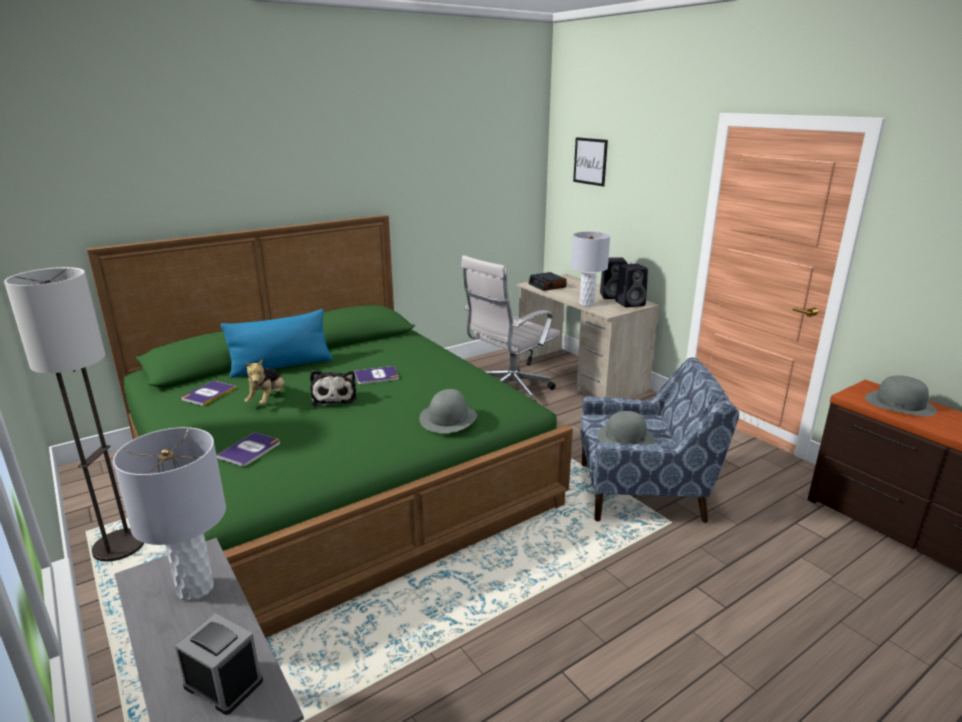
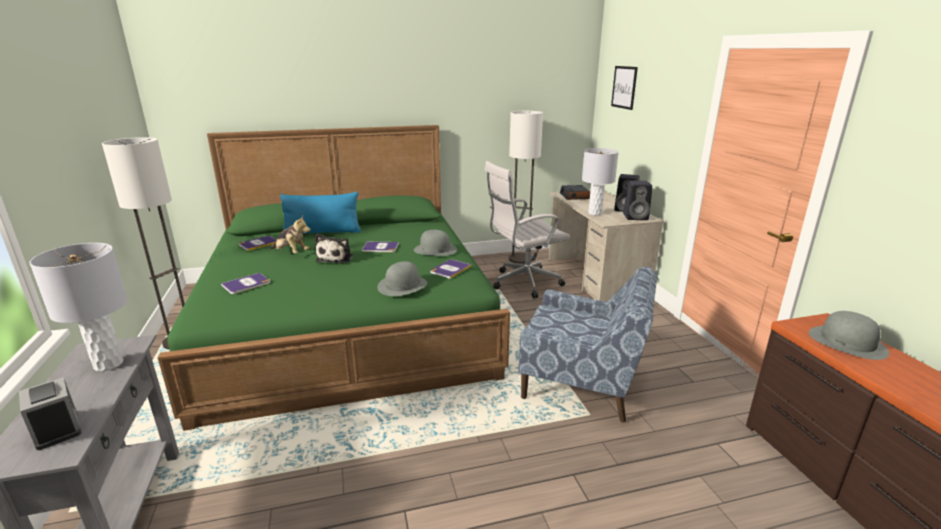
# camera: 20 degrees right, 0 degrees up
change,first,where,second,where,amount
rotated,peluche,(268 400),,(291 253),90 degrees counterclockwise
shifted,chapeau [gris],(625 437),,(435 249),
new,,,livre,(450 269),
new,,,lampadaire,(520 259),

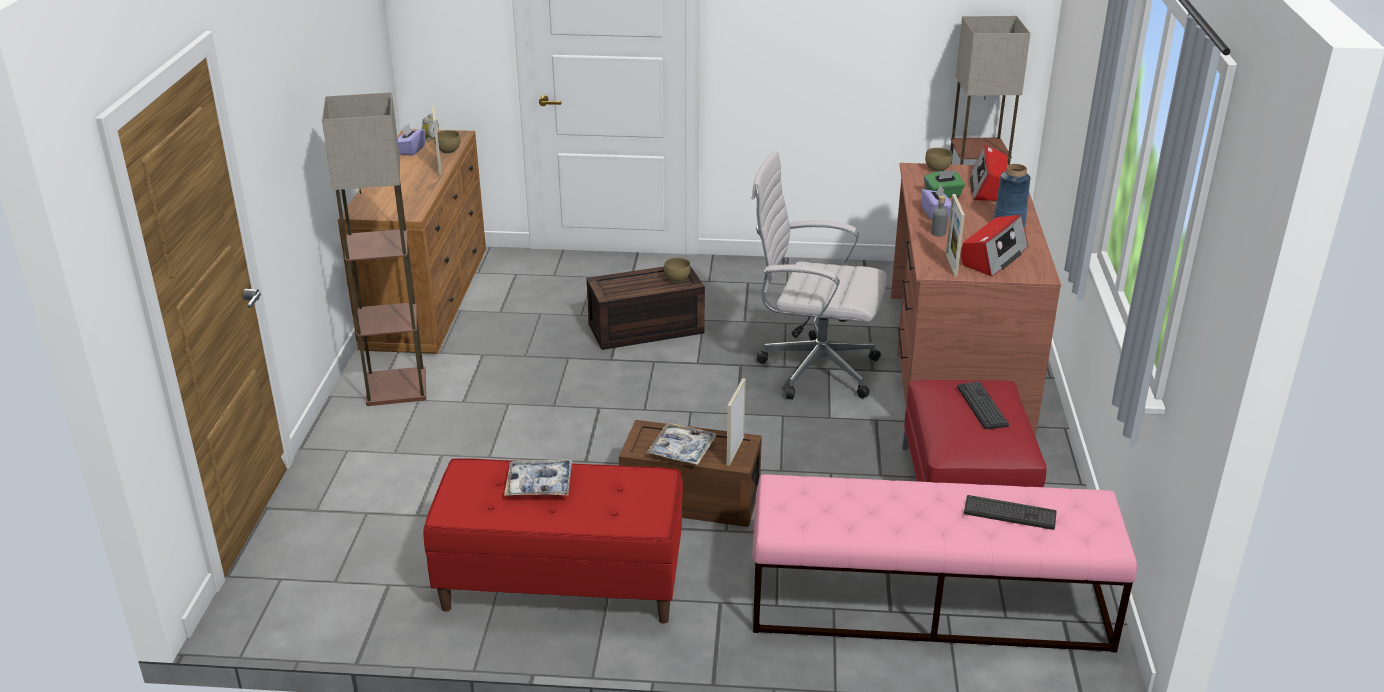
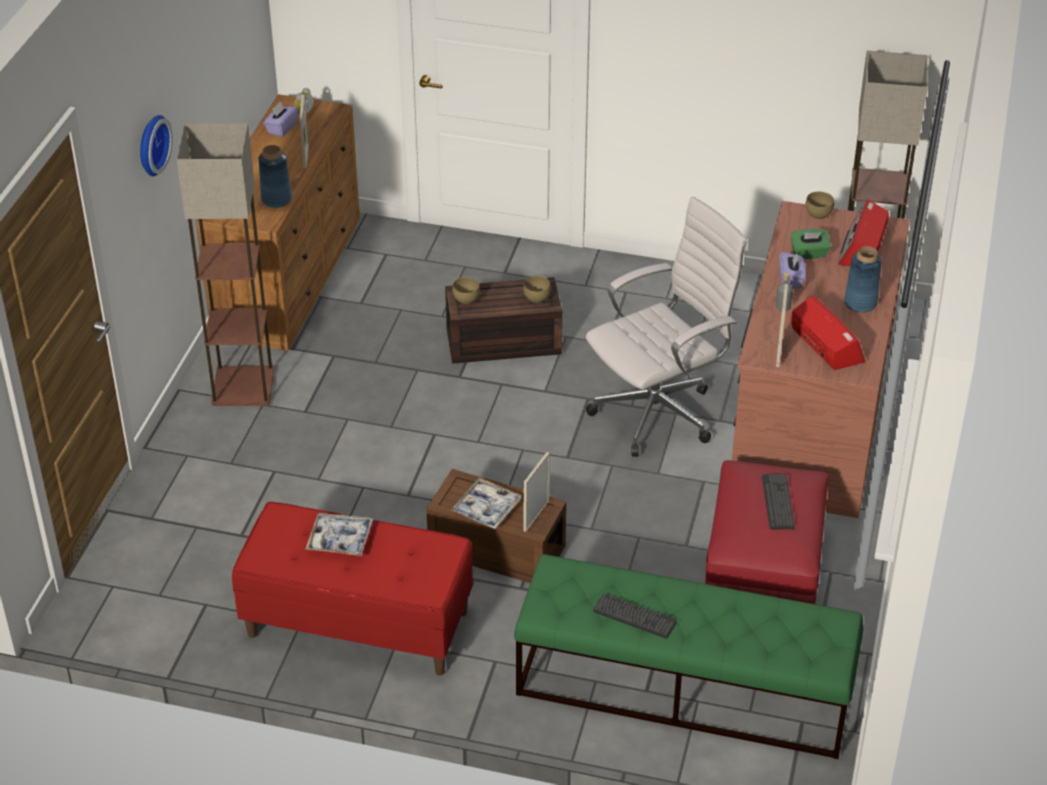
# camera: 10 degrees right, 10 degrees up
change,first,where,second,where,amount
shifted,bol [marron],(448 151),,(465 300),
rotated,chaise de bureau [blanc],(813 369),,(659 412),120 degrees clockwise
repainted,banc [rose],(927 604),banc [vert],(682 689),
rotated,radio,(993 256),,(826 345),75 degrees counterclockwise
shifted,clavier,(1009 513),,(634 616),
new,,,horloge murale,(150 144),
new,,,vase [bleu],(276 199),

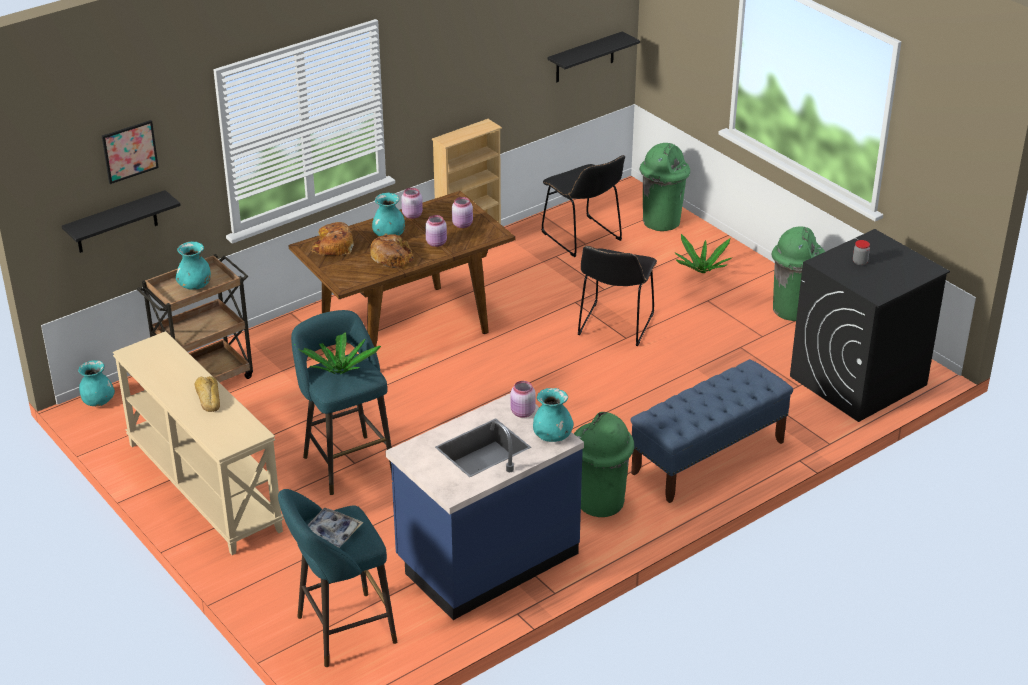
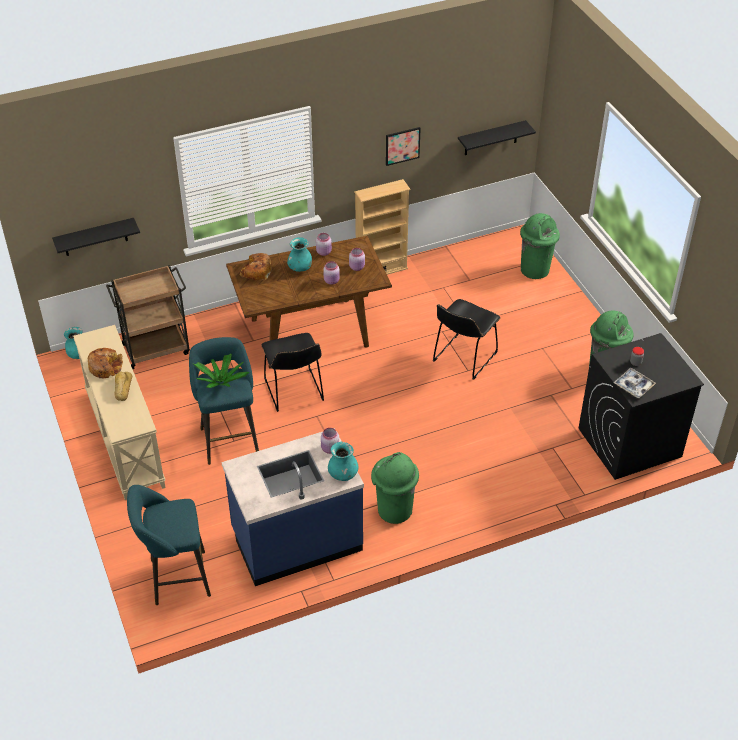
# camera: 15 degrees right, 10 degrees up
change,first,where,second,where,amount
shifted,tableau,(129 151),,(402 146),
gone,vase [turquoise],(195 286),,,
shifted,plateau,(331 532),,(633 386),
shifted,pain,(392 257),,(105 367),
shifted,chaise [noir],(584 238),,(294 392),
gone,banc [bleu],(708 458),,,
gone,plante en pot,(701 270),,,

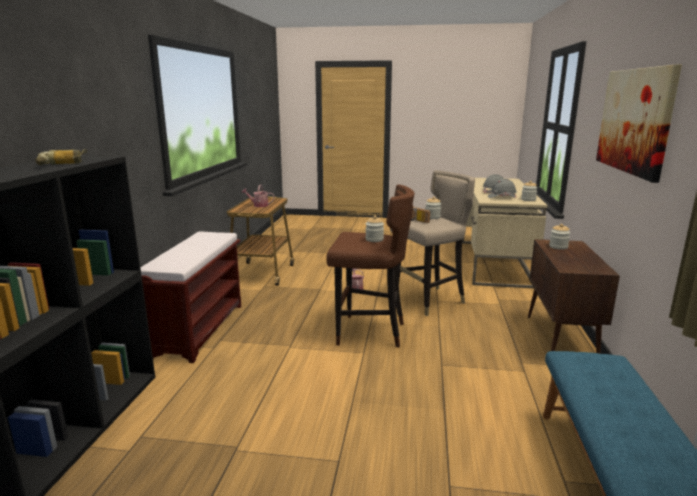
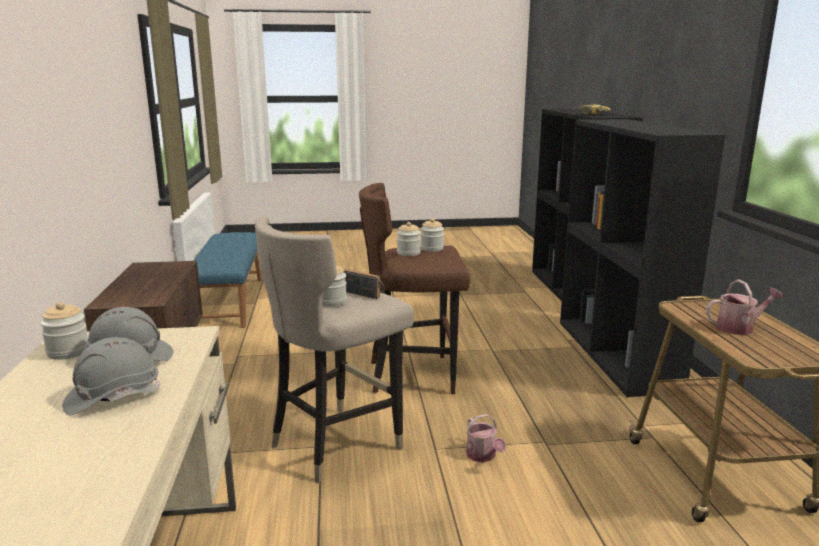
# camera: 165 degrees right, 0 degrees up
change,first,where,second,where,amount
swapped,banc [marron],(199 329),bibliothèque [noir],(617 354),
shifted,bocal,(558 247),,(432 248),
gone,tableau,(634 120),,,

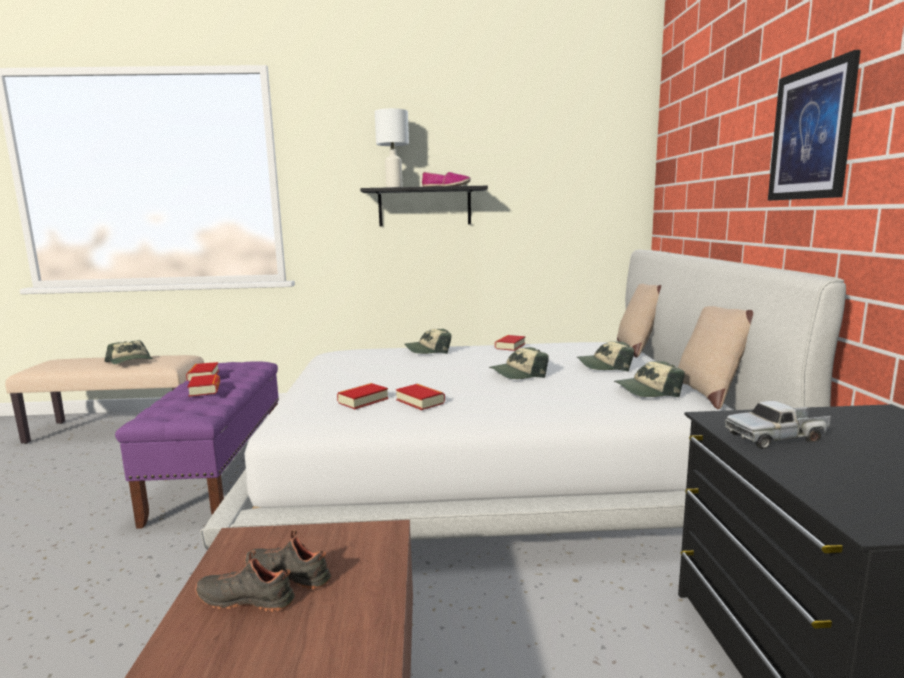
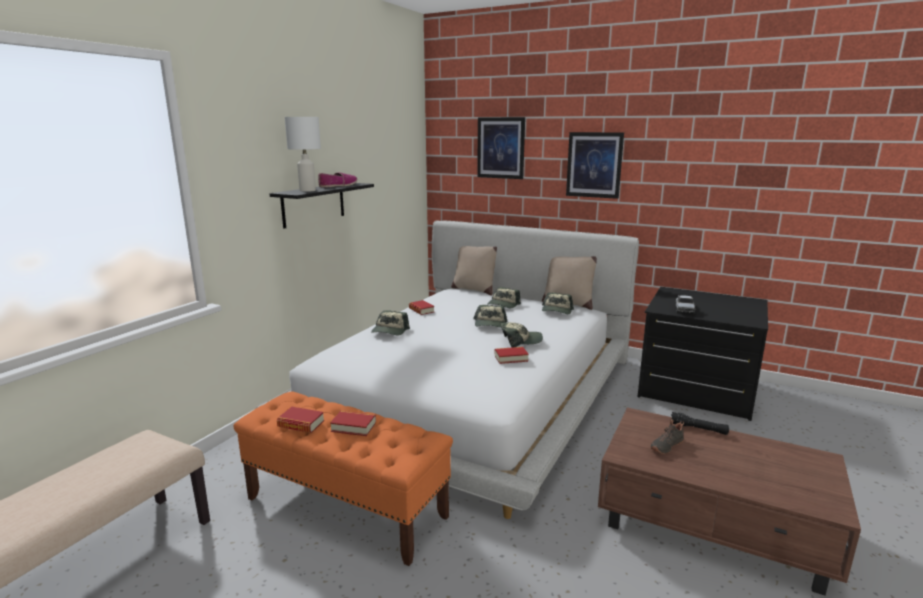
# camera: 60 degrees left, 5 degrees up
change,first,where,second,where,amount
shifted,casquette,(131 361),,(520 341),
repainted,banc [violet],(220 474),banc [orange],(347 507),
gone,chaussure [noir],(247 598),,,
gone,livre,(363 400),,,
new,,,tableau,(501 148),
new,,,lampe de poche [noir],(698 429),

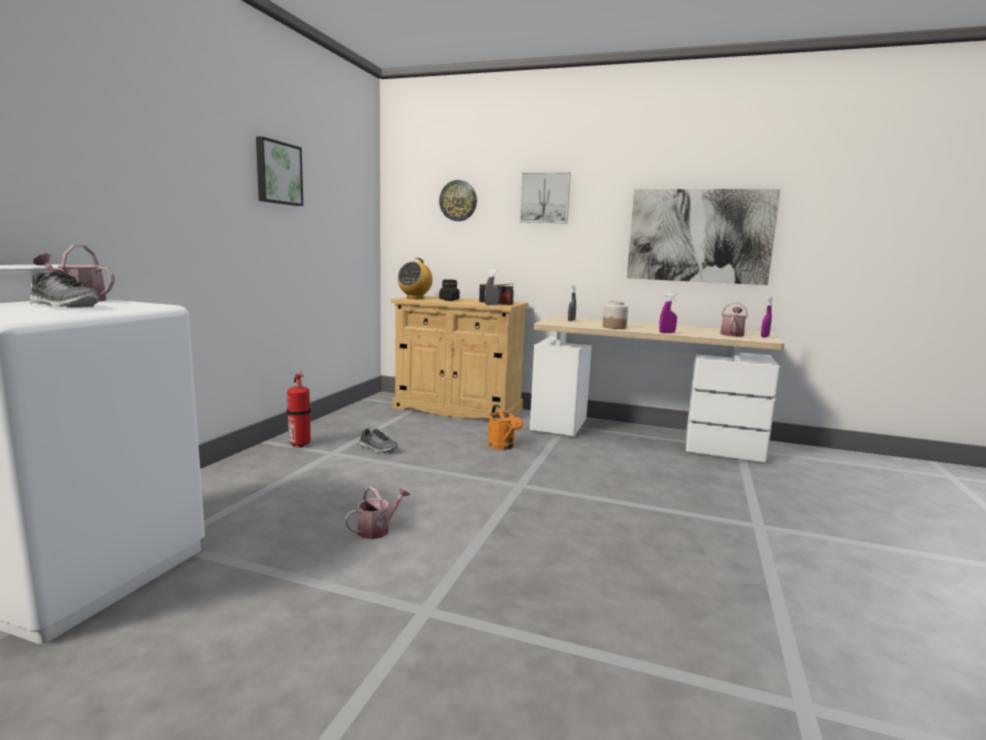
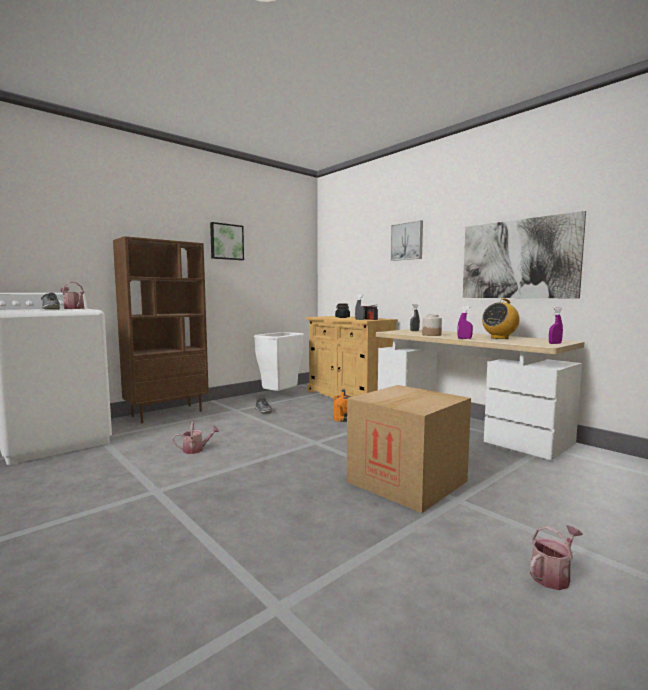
# camera: 30 degrees right, 5 degrees down
change,first,where,second,where,amount
gone,extincteur,(299 444),,,
shifted,radio,(415 298),,(499 338),
gone,horloge murale,(458 201),,,
shifted,arrosoir,(732 334),,(553 575),
new,,,bibliothèque [marron],(167 413),
new,,,poubelle [blanc],(279 397),
new,,,carton,(407 481),

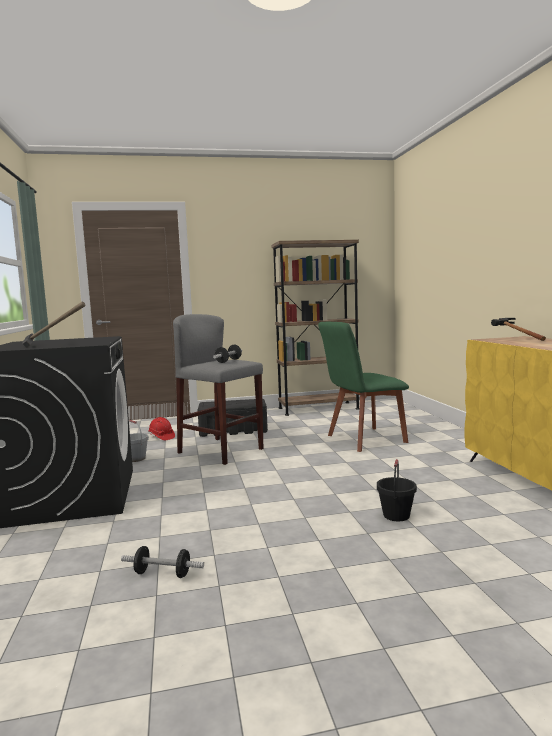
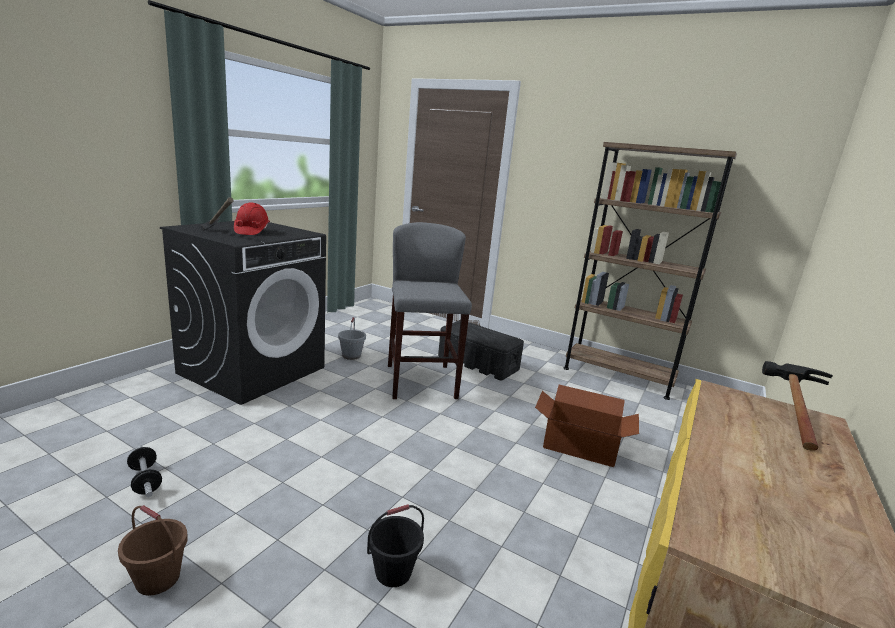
# camera: 40 degrees right, 10 degrees up
change,first,where,second,where,amount
shifted,casque de chantier [rouge],(161 437),,(251 231),
gone,haltère,(228 361),,,
swapped,chaise [vert],(363 439),carton,(579 445),
new,,,seau [marron],(157 579),

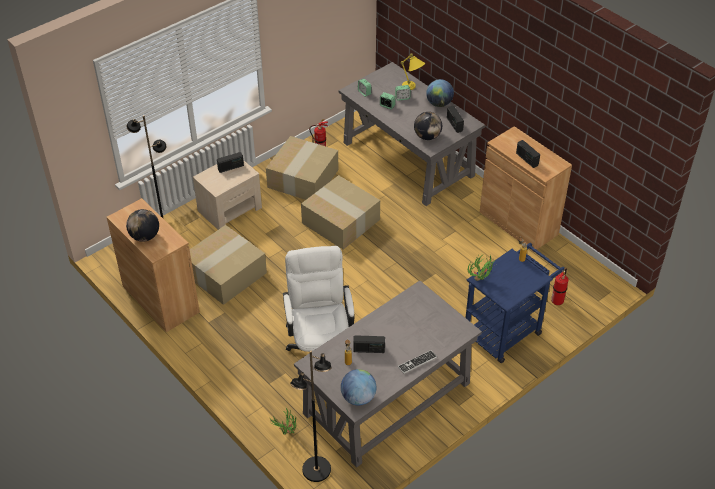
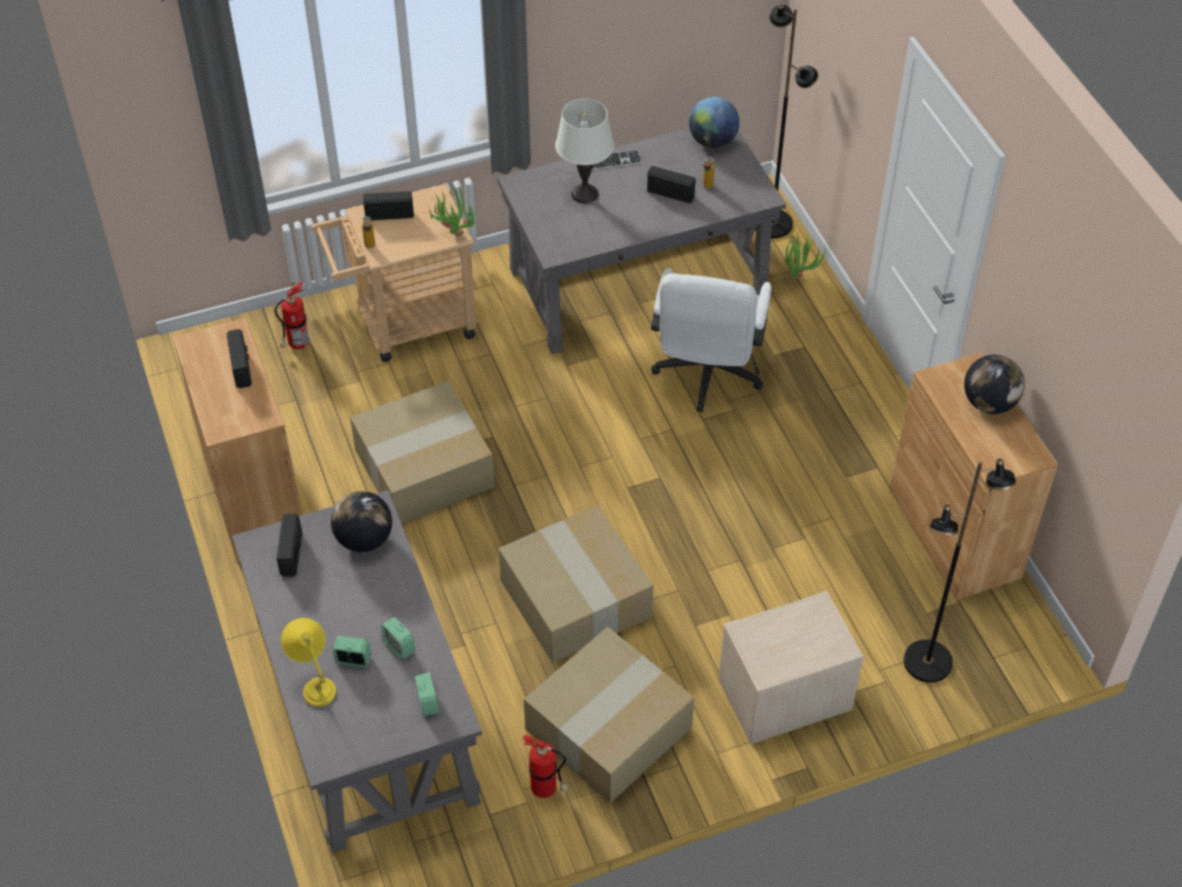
# camera: 160 degrees left, 5 degrees up
change,first,where,second,where,amount
shifted,carton,(225 272),,(423 470),
shifted,radio,(231 167),,(389 215),
gone,globe,(439 104),,,
repainted,chariot [bleu],(507 330),chariot [beige],(406 325),
new,,,lampe de table [blanc],(584 194),

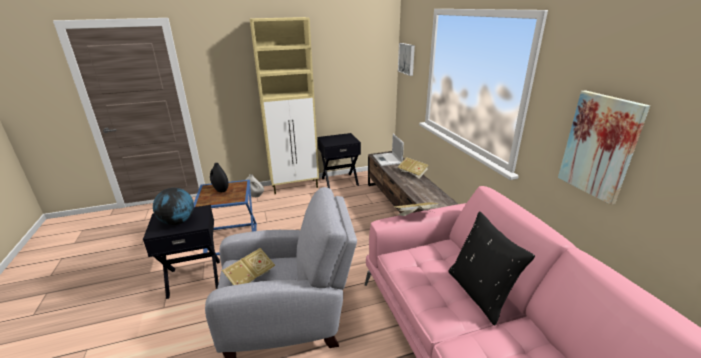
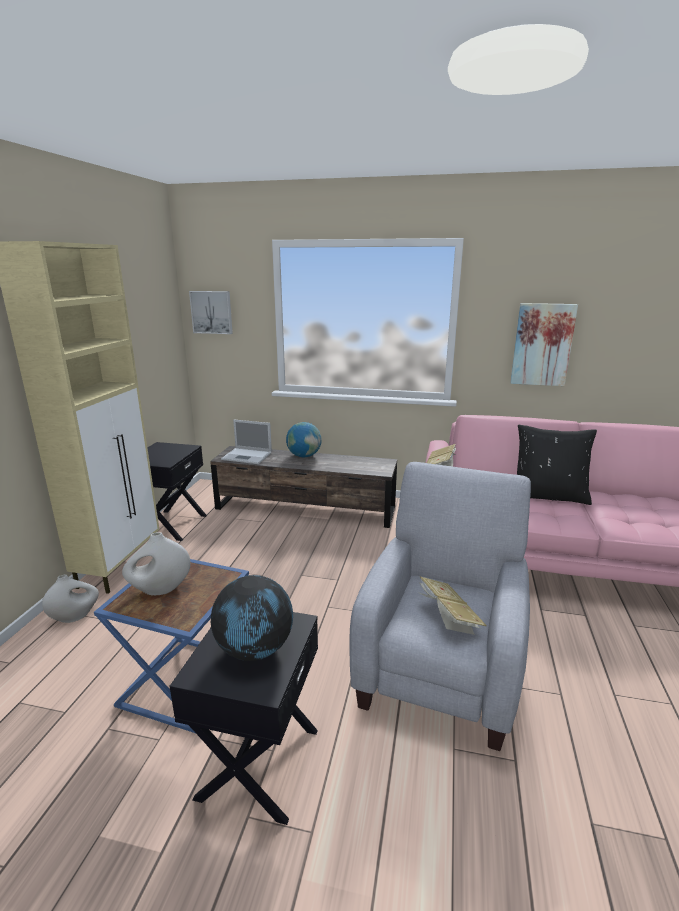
# camera: 60 degrees left, 5 degrees down
change,first,where,second,where,amount
repainted,vase [noir],(220 190),vase [blanc],(160 590),
swapped,livre,(412 173),globe,(304 456),

